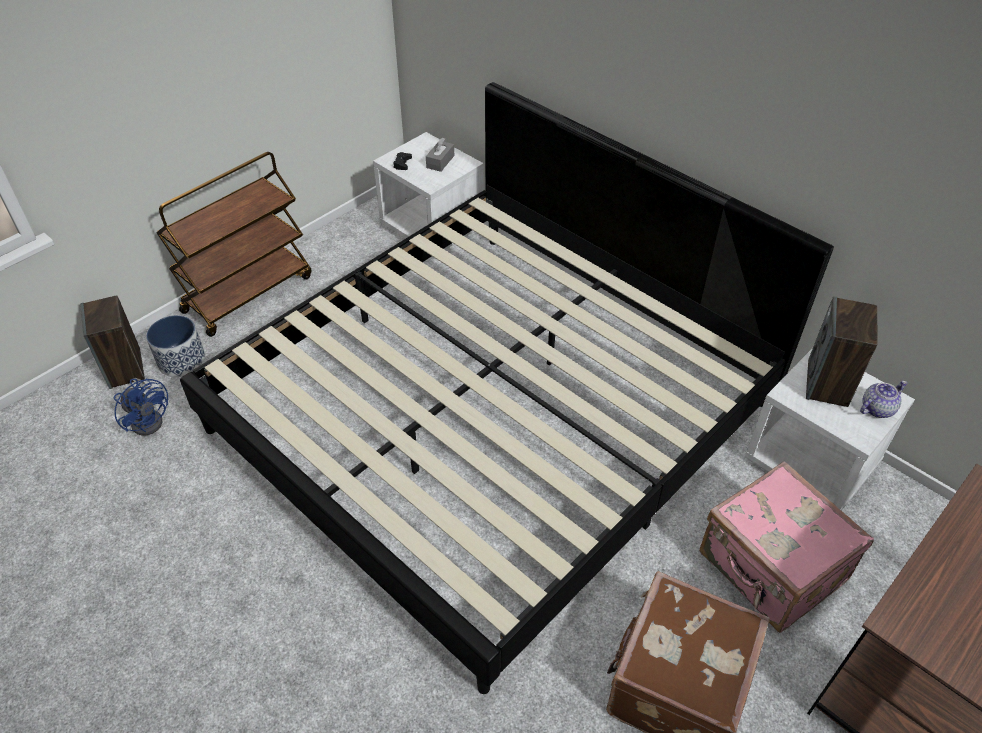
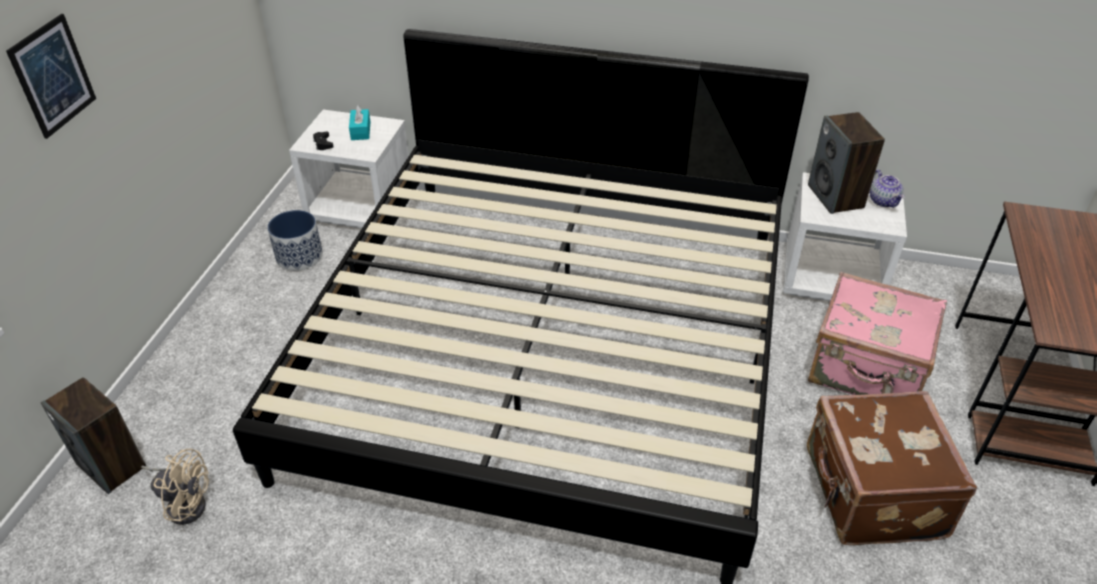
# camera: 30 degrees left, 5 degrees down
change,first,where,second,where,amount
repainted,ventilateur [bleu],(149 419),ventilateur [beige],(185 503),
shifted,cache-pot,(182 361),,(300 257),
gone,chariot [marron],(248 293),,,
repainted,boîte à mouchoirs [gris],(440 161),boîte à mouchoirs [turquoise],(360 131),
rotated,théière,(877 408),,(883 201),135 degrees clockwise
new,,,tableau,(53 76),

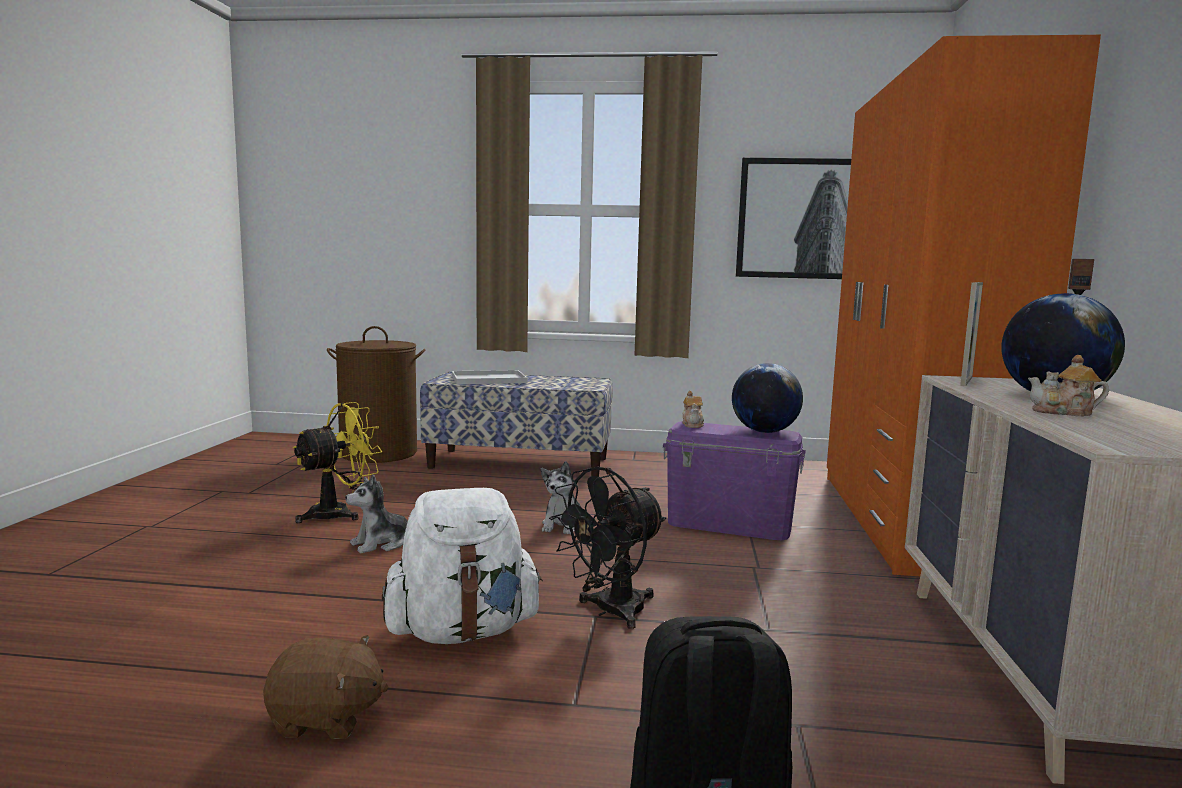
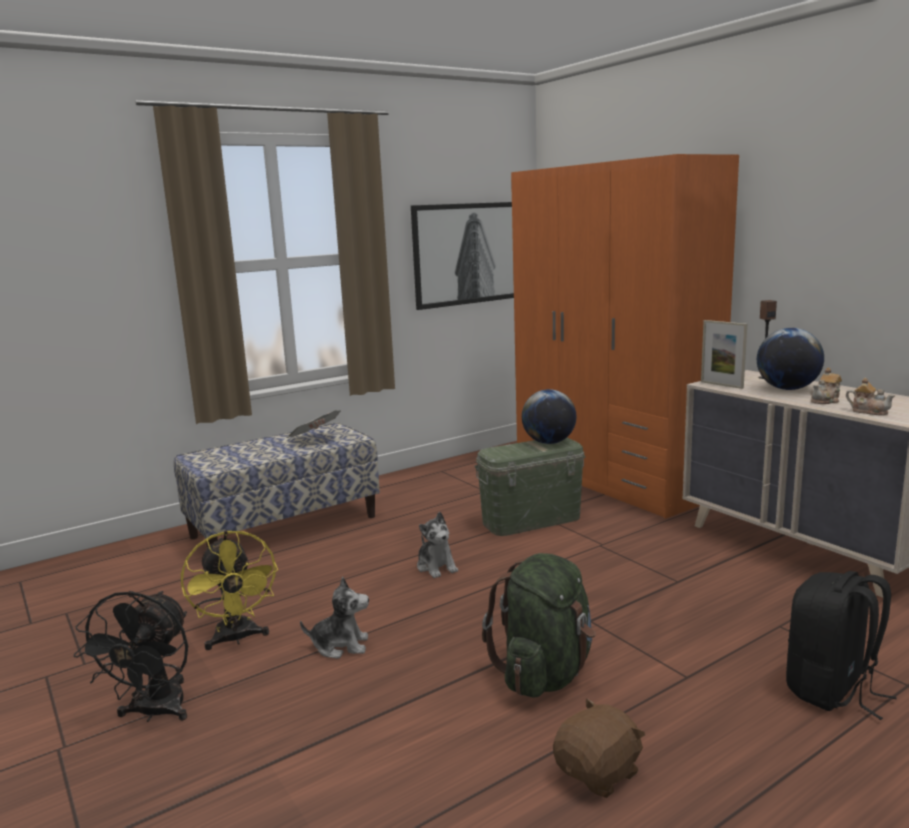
# camera: 40 degrees left, 5 degrees up
change,first,where,second,where,amount
rotated,ventilateur [jaune],(339 513),,(237 639),150 degrees clockwise
gone,panier à linge [marron],(379 453),,,
rotated,peluche,(381 544),,(340 645),105 degrees counterclockwise
repainted,sac à dos [blanc],(463 631),sac à dos [vert],(545 673),
gone,plateau [blanc],(487 379),,,
shifted,ventilateur [noir],(610 612),,(155 713),
repainted,boîte de rangement [violet],(729 524),boîte de rangement [vert],(531 520),
shifted,théière,(693 424),,(869 411),
rotated,cadre photo,(966 381),,(721 385),150 degrees clockwise
new,,,journal,(315 439),

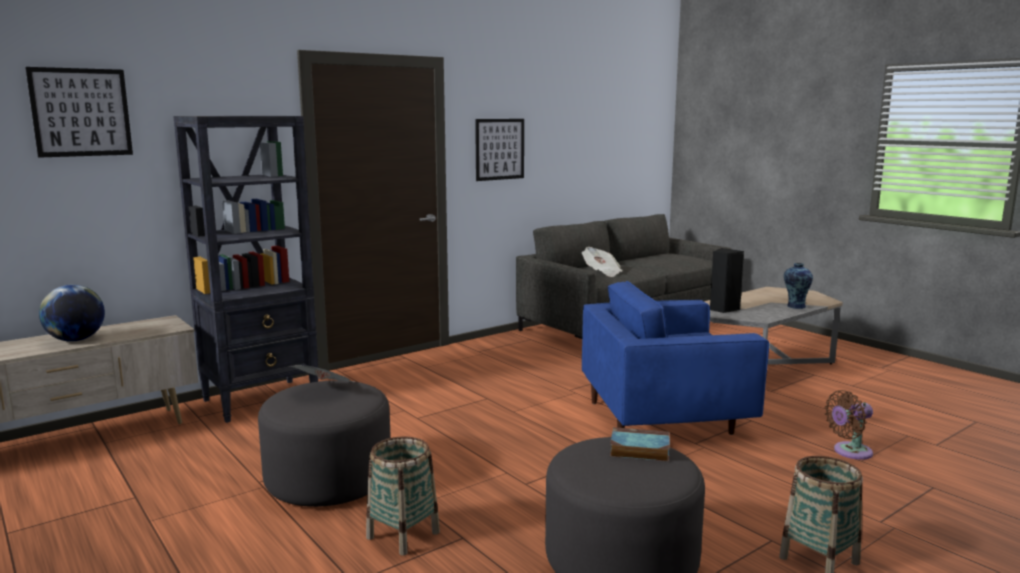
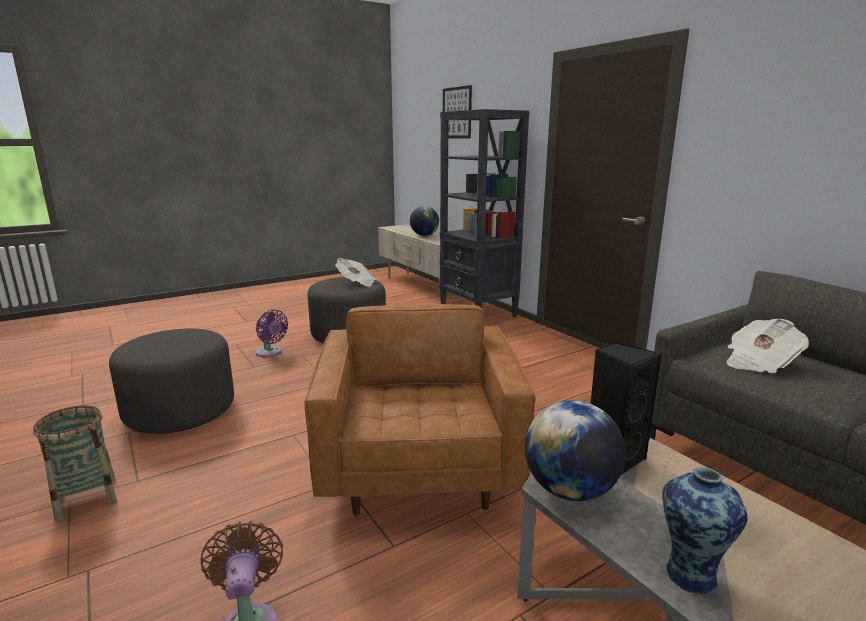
# camera: 95 degrees right, 5 degrees up
change,first,where,second,where,amount
swapped,panier,(403 535),ventilateur [violet],(270 353),
gone,tableau,(499 149),,,
repainted,fauteuil [bleu],(663 417),fauteuil [marron],(419 470),
gone,livre,(638 449),,,
new,,,globe,(570 490),

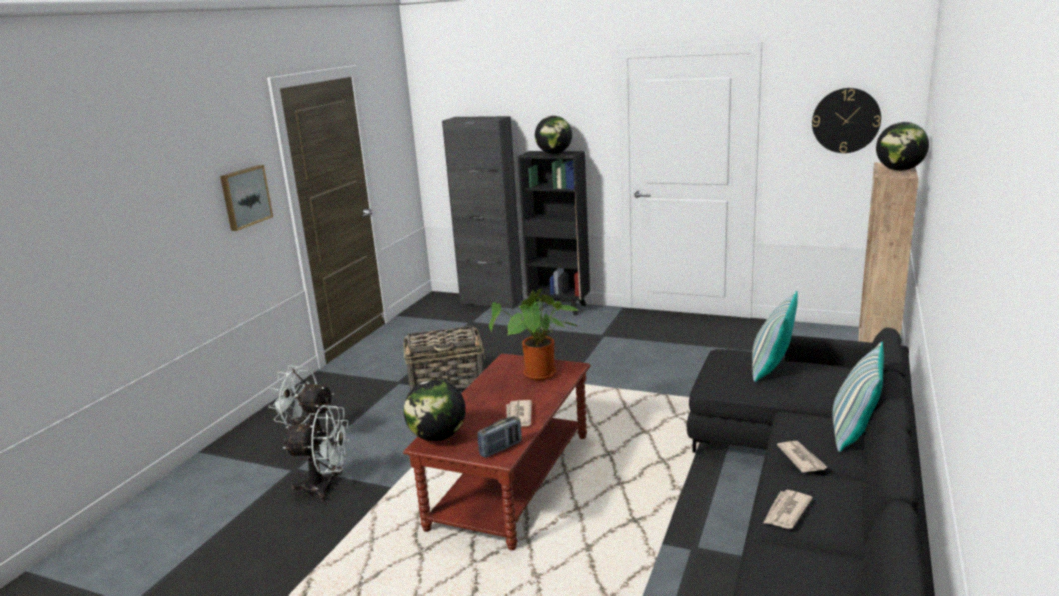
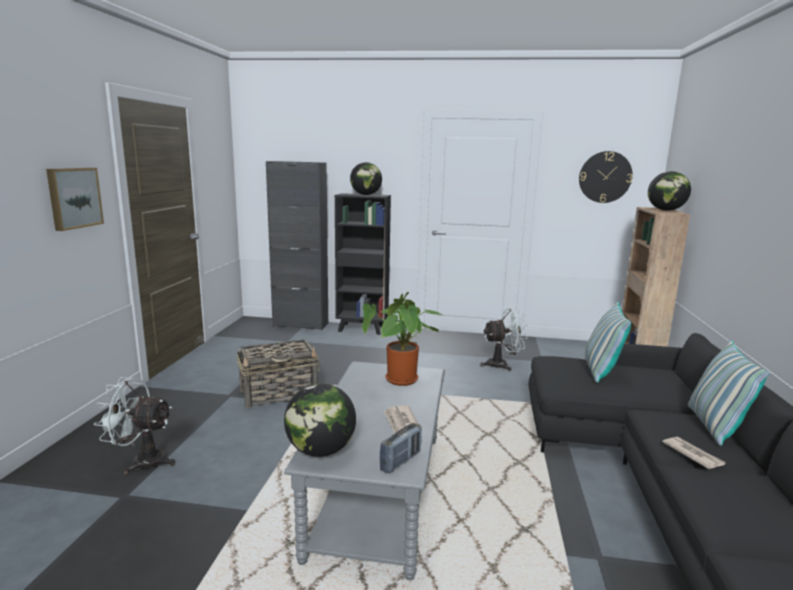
# camera: 15 degrees left, 5 degrees down
change,first,where,second,where,amount
shifted,ventilateur [blanc],(326 488),,(502 365),
repainted,table basse [marron],(511 480),table basse [gris],(378 493),
gone,journal,(786 511),,,

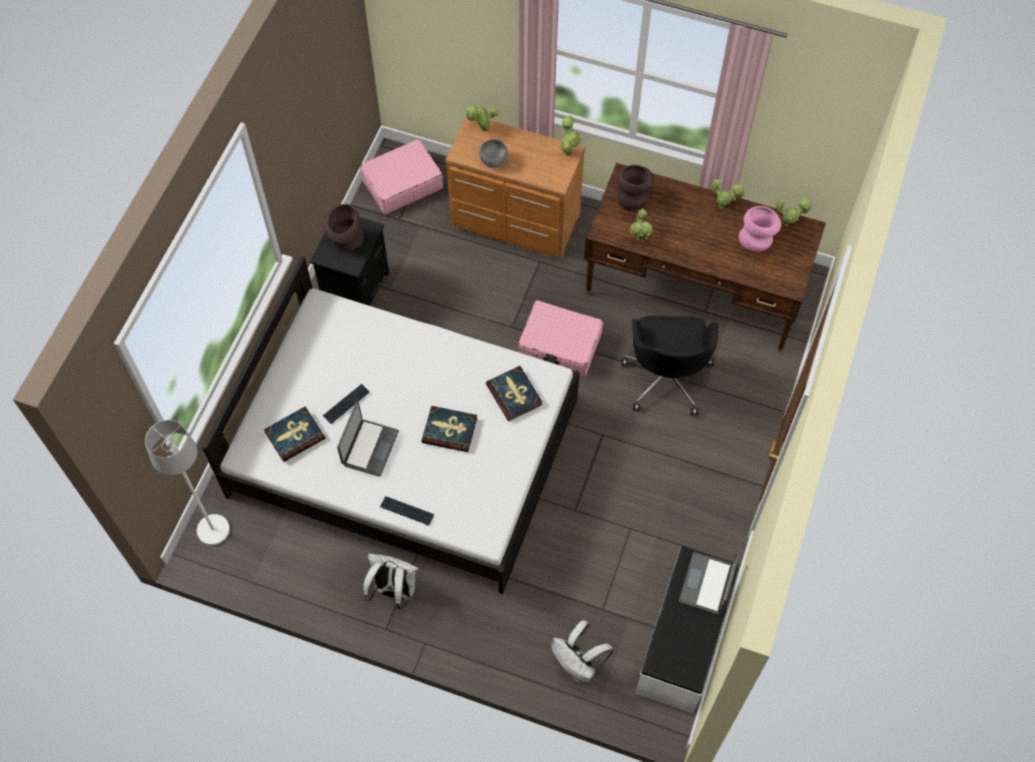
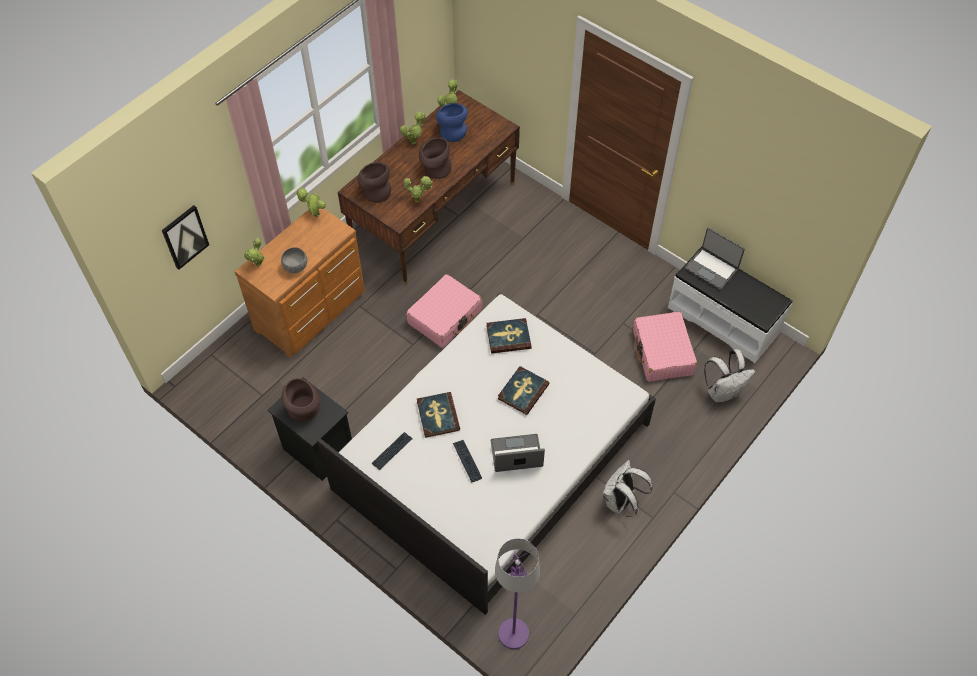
# camera: 70 degrees left, 5 degrees down
change,first,where,second,where,amount
repainted,lampadaire [blanc],(213 530),lampadaire [violet],(514 633),
shifted,livre,(295 435),,(437 416),
rotated,ordinateur portable,(369 447),,(516 455),45 degrees counterclockwise
shifted,valise [rose],(402 184),,(662 353),
shifted,clavier,(407 511),,(392 451),
gone,chaise de bureau [noir],(666 377),,,
repainted,vase [rose],(757 237),vase [bleu],(452 131),
new,,,tableau,(184 236),
new,,,vase [marron],(435 169),

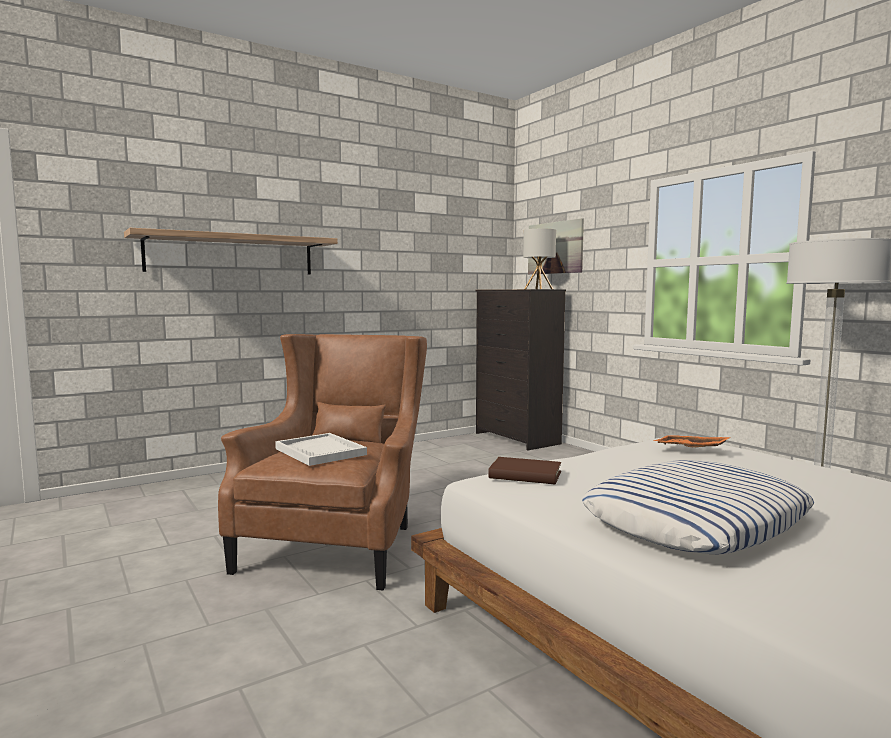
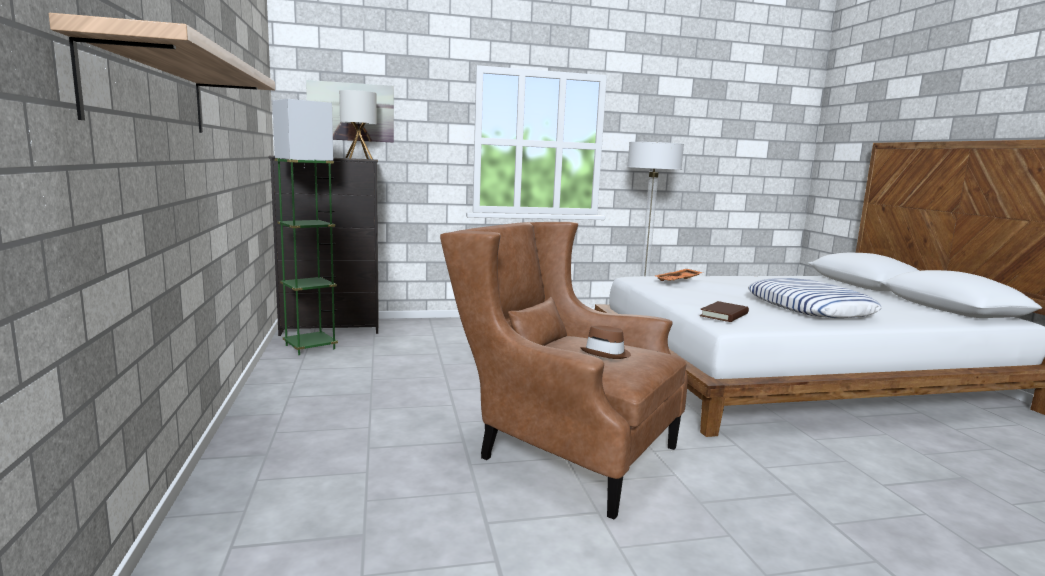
# camera: 70 degrees left, 5 degrees up
change,first,where,second,where,amount
swapped,plateau [blanc],(320 451),chapeau [marron],(606 353),
new,,,lampadaire [vert],(310 347),

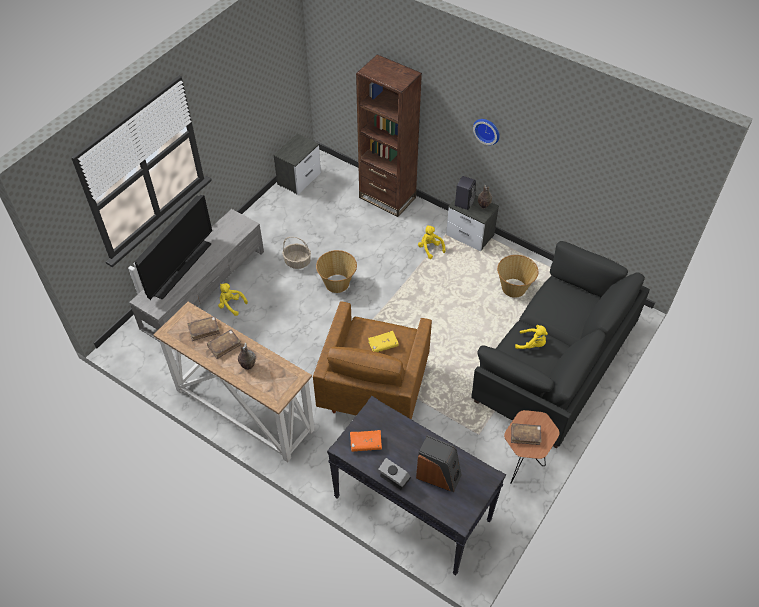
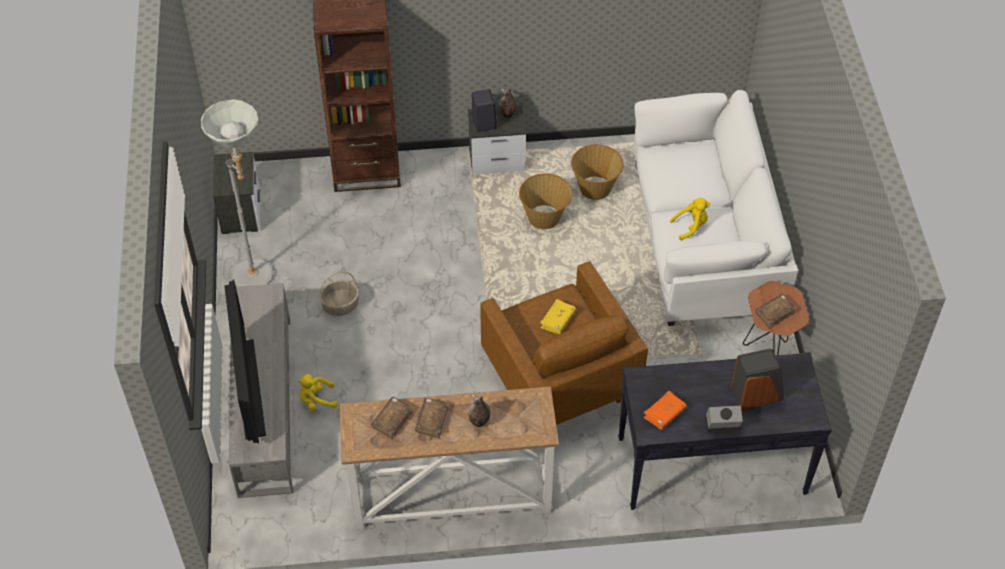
# camera: 40 degrees left, 0 degrees up
change,first,where,second,where,amount
shifted,panier,(337 283),,(544 217),
gone,peluche [jaune],(430 248),,,
repainted,canapé [noir],(554 363),canapé [blanc],(704 239),
gone,horloge murale,(487 130),,,
new,,,lampadaire [gris],(259 280),

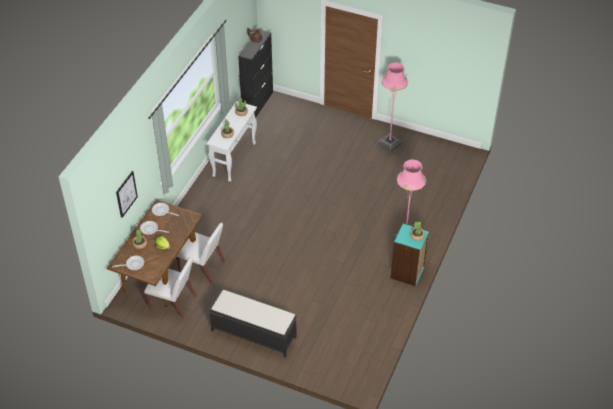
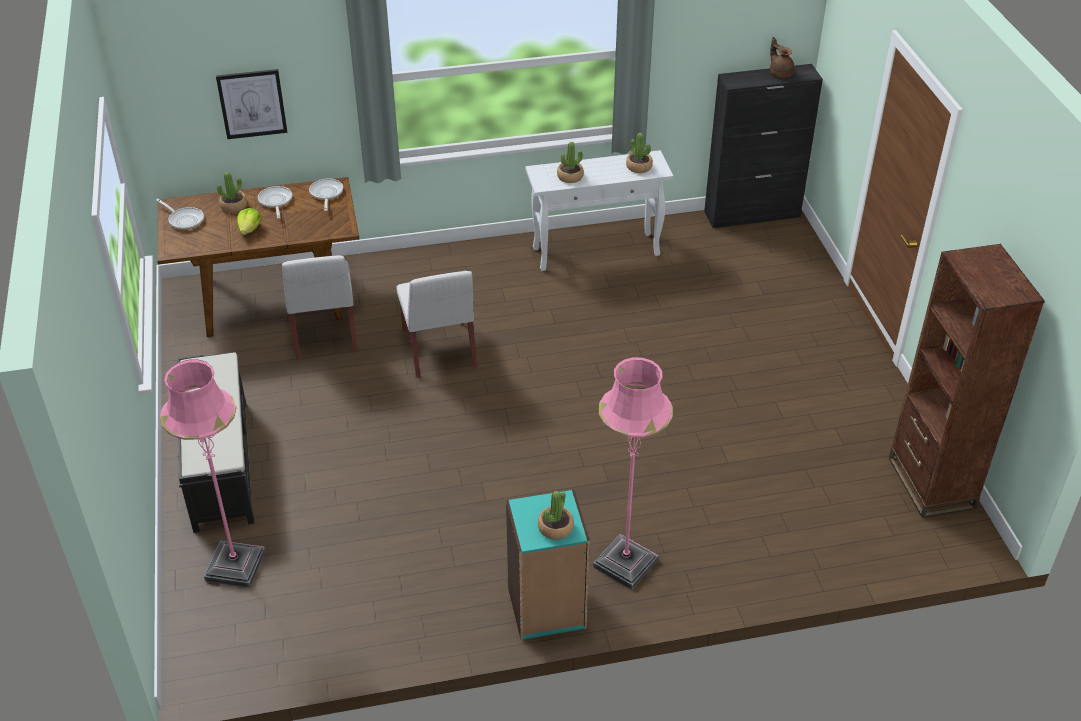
# camera: 55 degrees right, 5 degrees down
change,first,where,second,where,amount
shifted,chaise [blanc],(173 302),,(439 350),
shifted,lampadaire [rose],(389 143),,(235 566),
new,,,bibliothèque [marron],(931 483),

